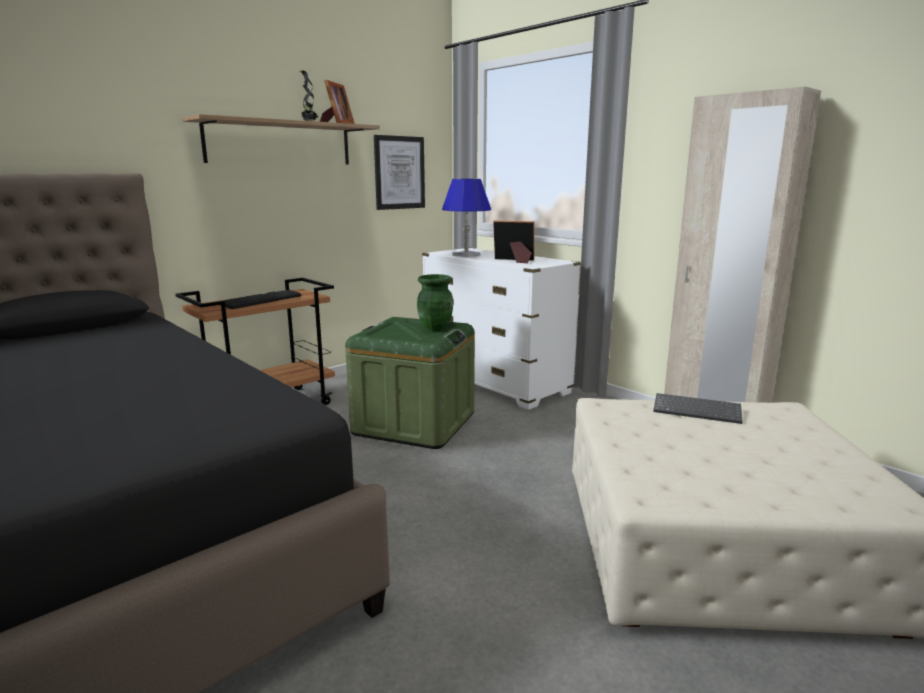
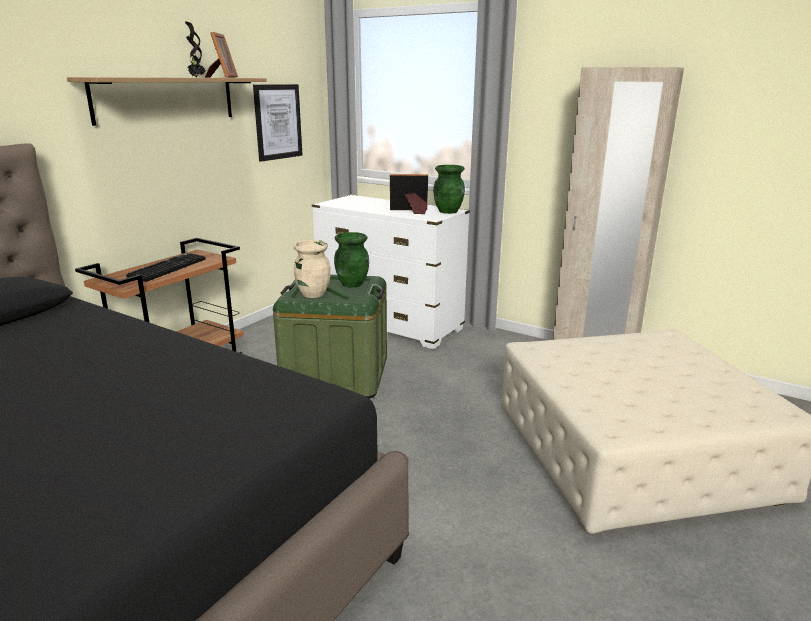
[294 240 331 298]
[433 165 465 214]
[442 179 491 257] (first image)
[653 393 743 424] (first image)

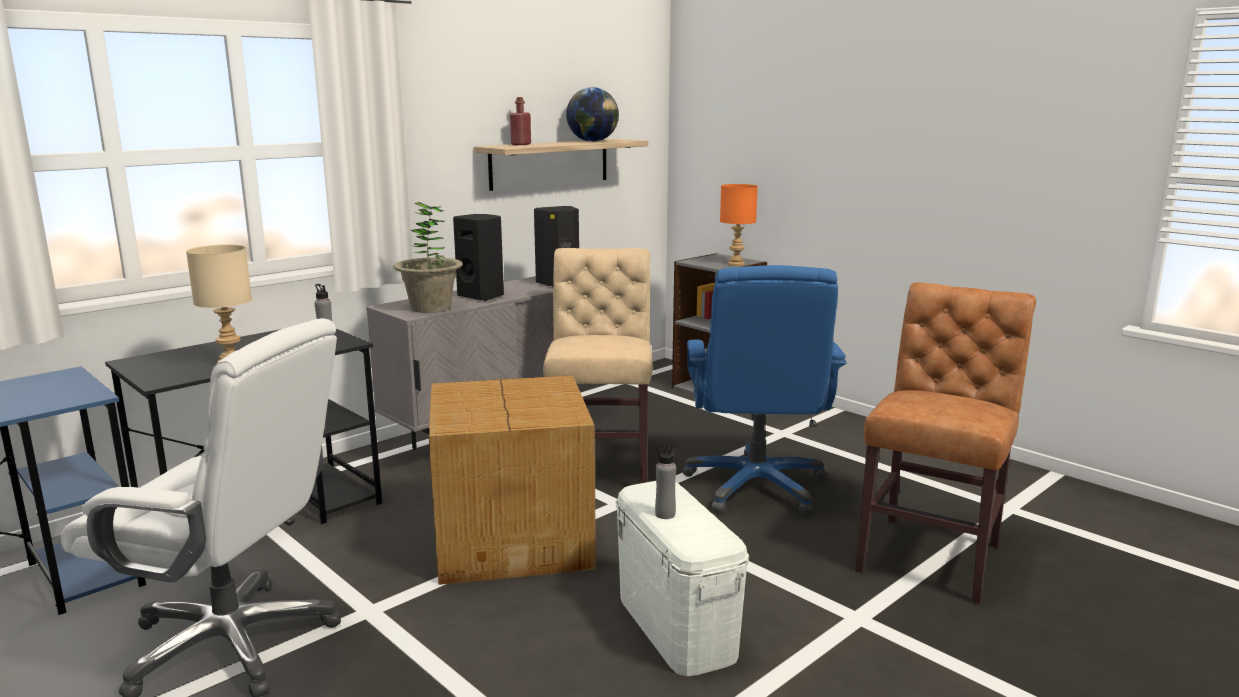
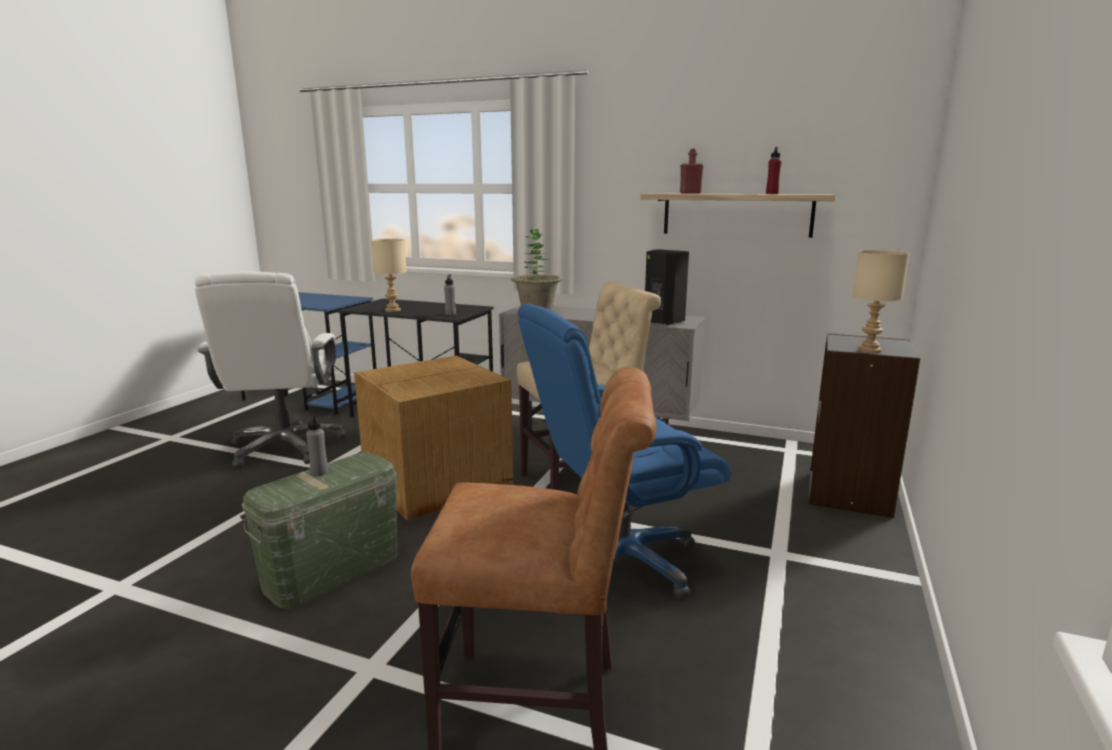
[240 452 398 609]
[766 147 782 194]
[852 250 910 353]
[453 214 504 301] (first image)

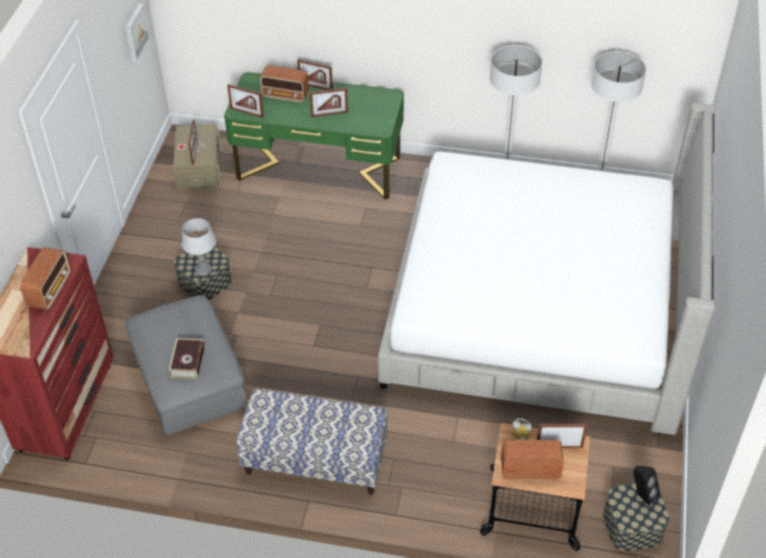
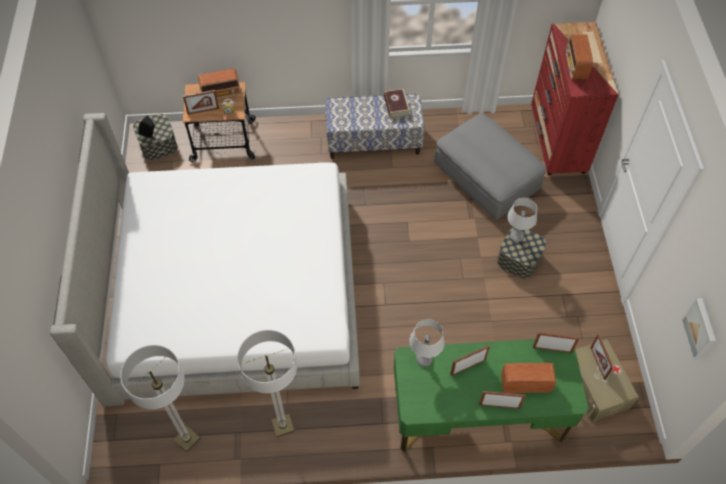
[384 89 410 119]
[409 319 445 366]

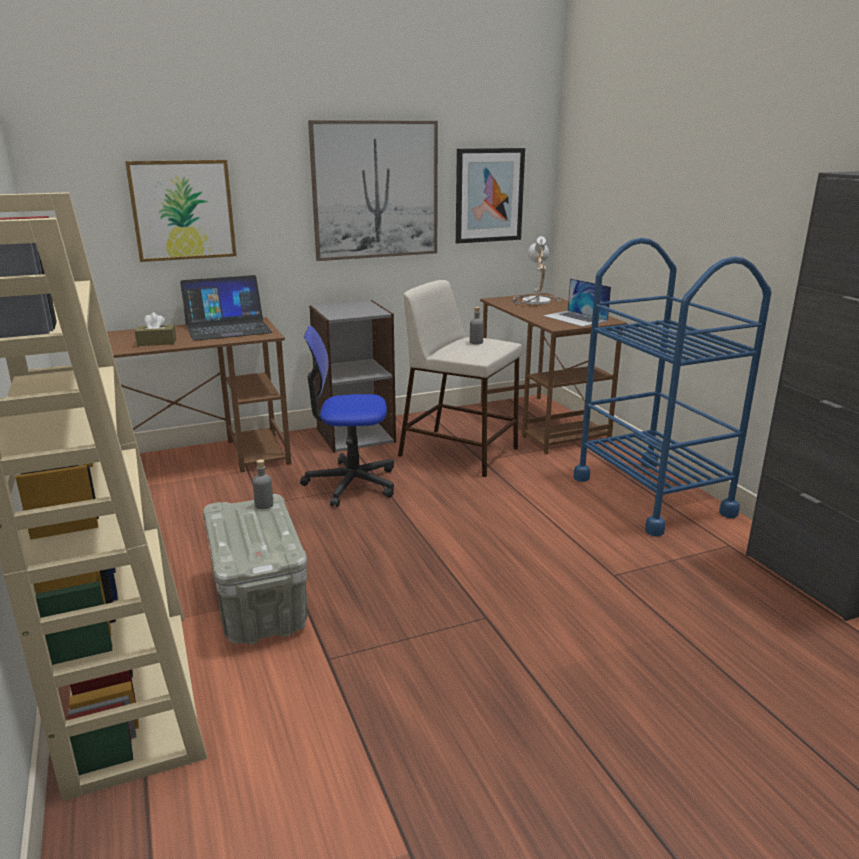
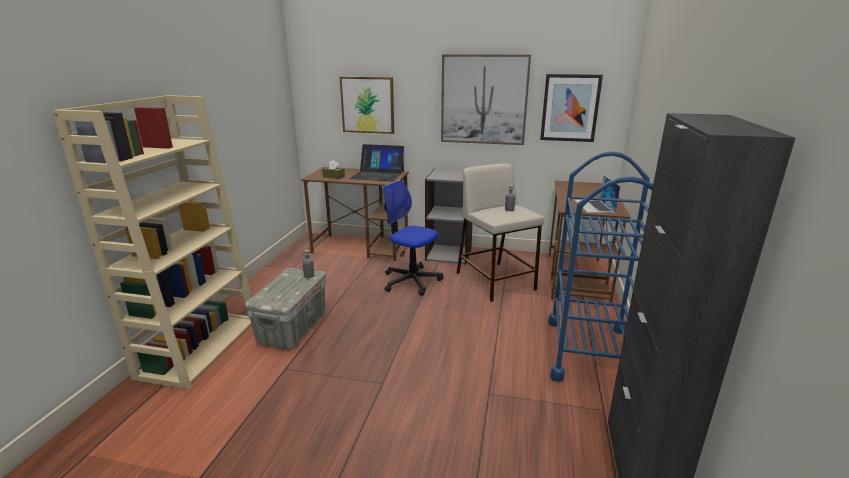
[513 236 561 304] (first image)

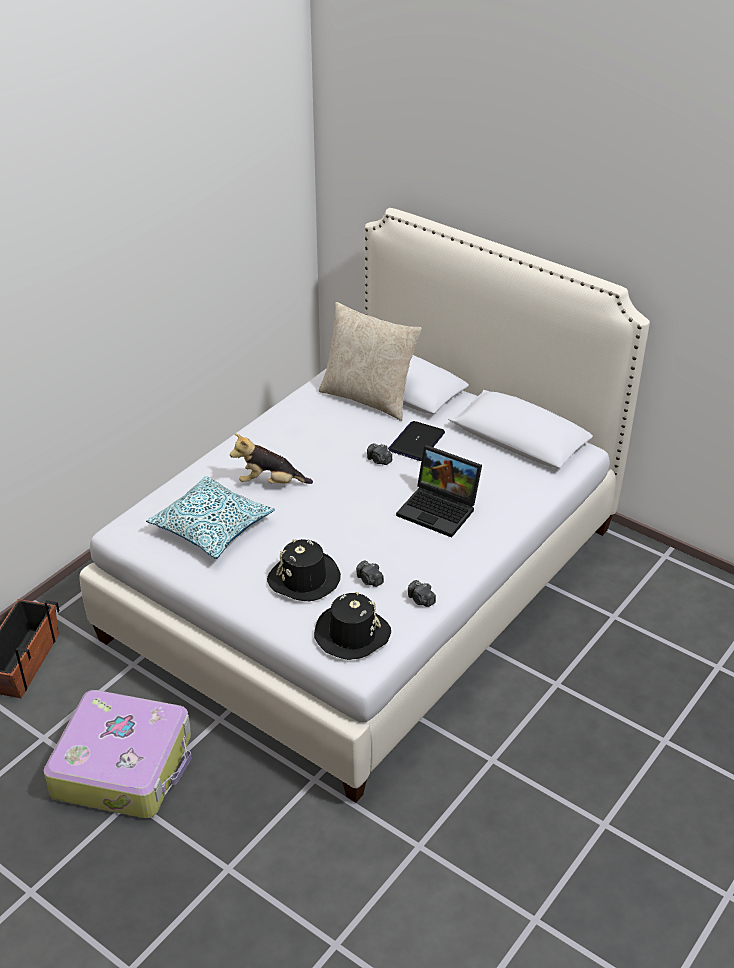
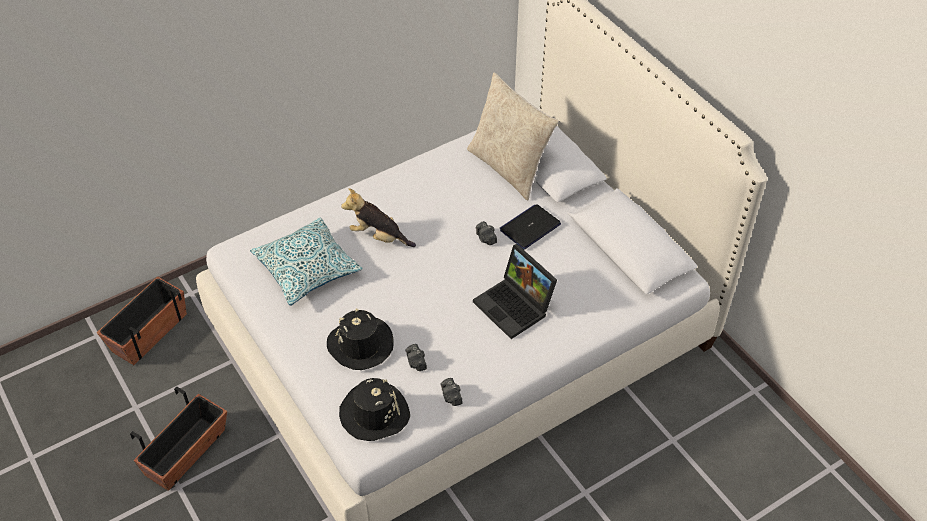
[130 387 227 491]

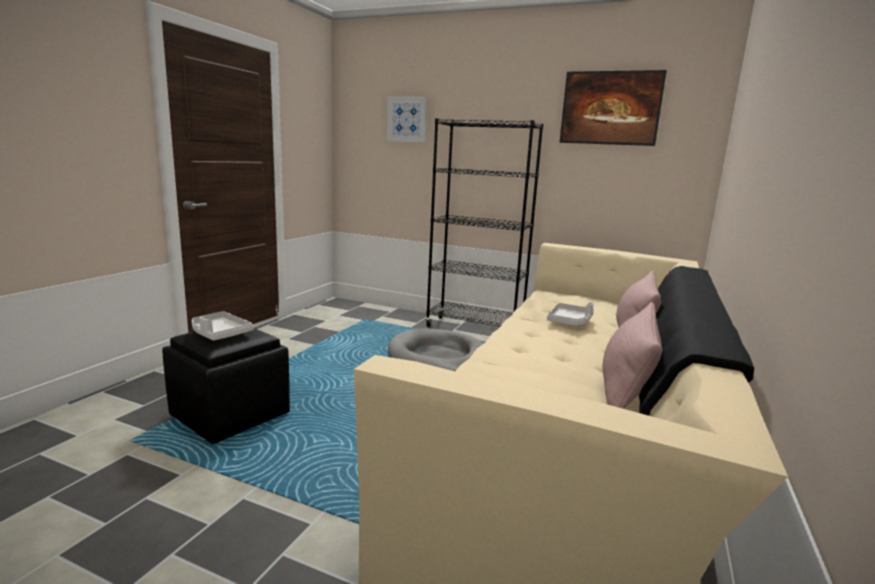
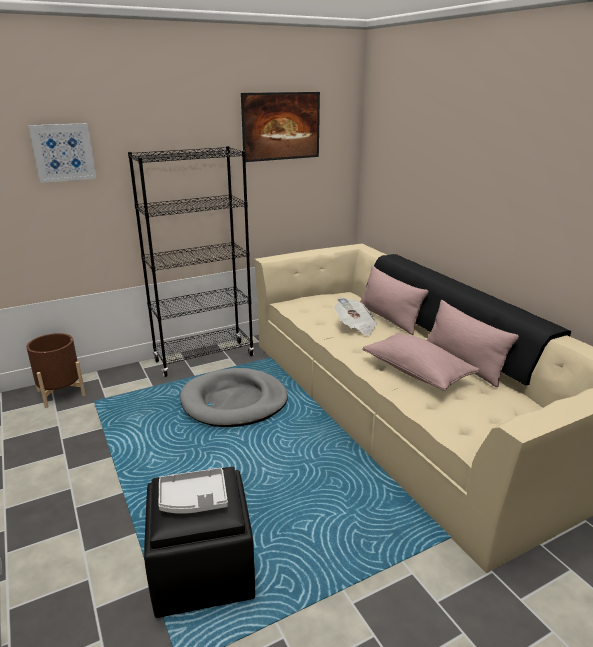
[26 333 86 408]
[334 297 378 336]
[362 333 480 391]

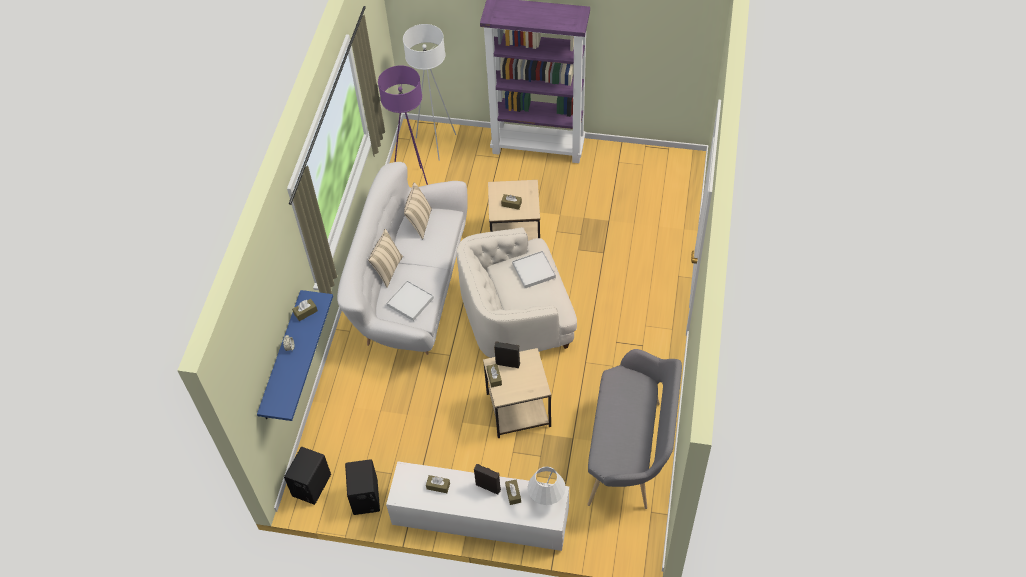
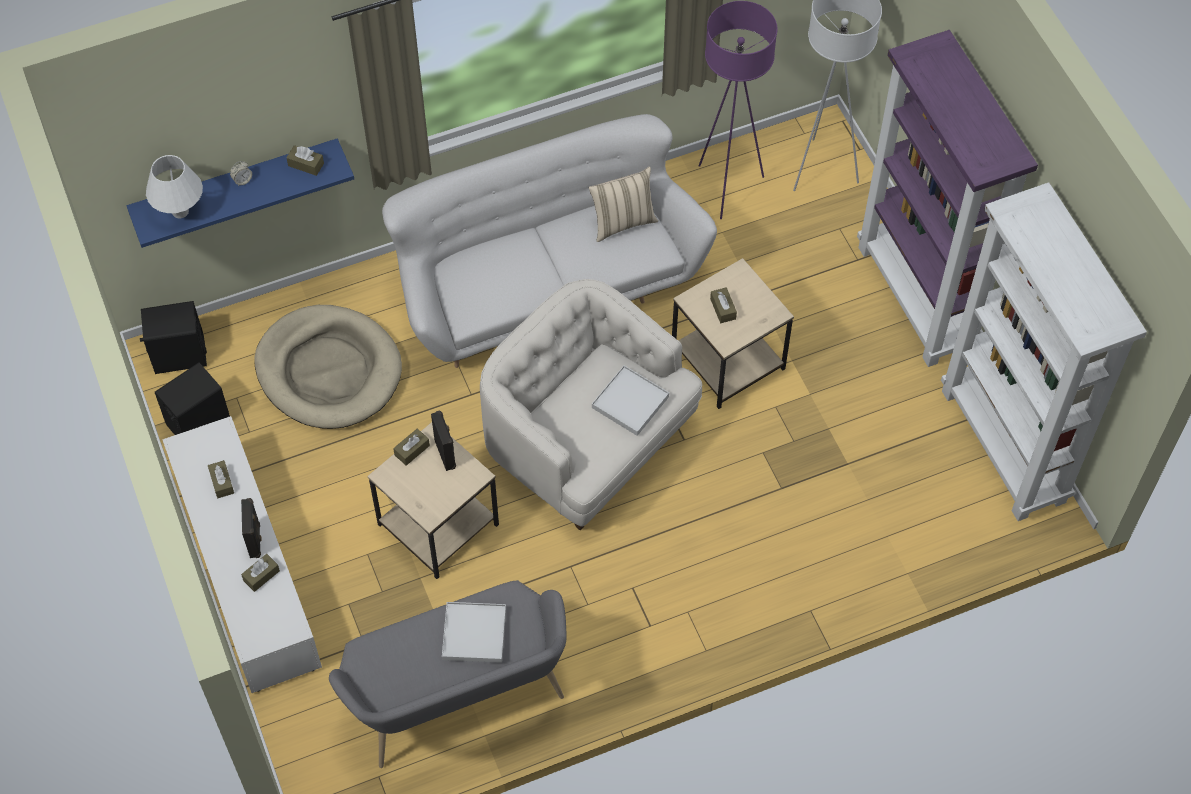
[146 155 203 218]
[254 305 402 429]
[442 602 506 663]
[941 182 1147 521]
[368 229 403 288] (first image)

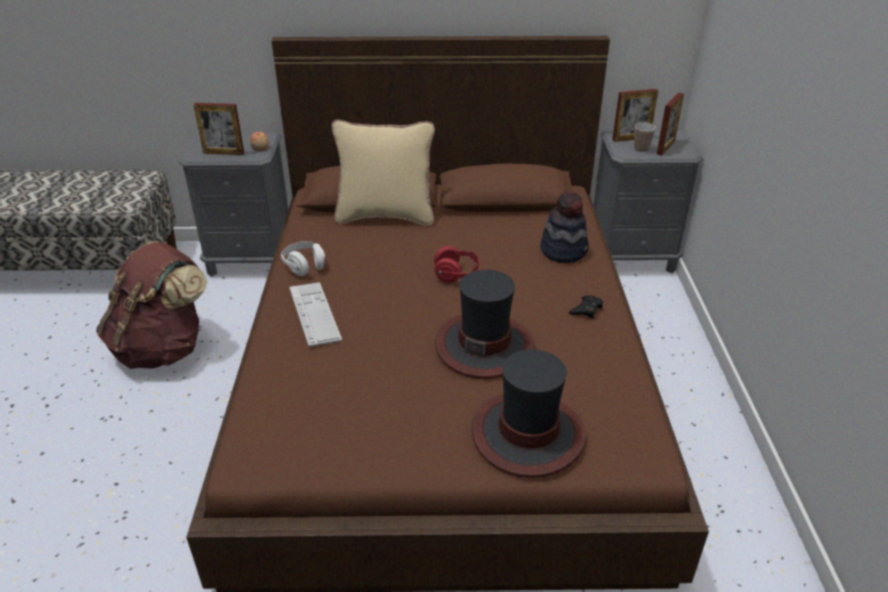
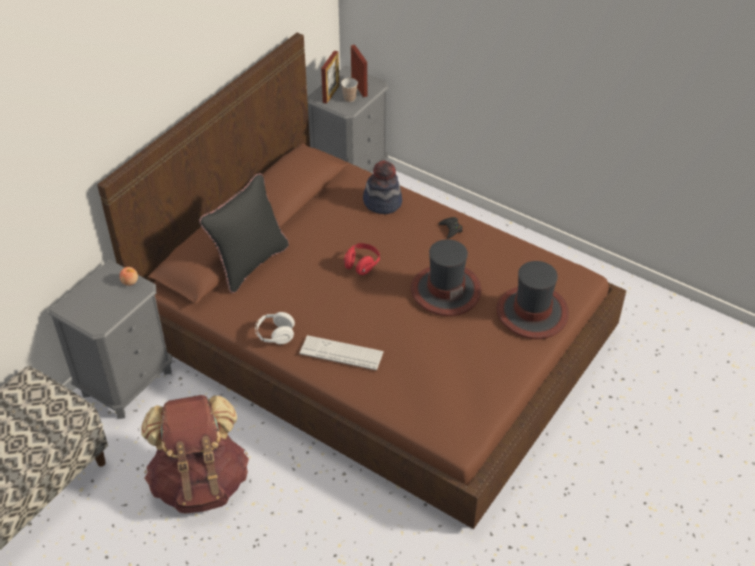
[199 173 289 293]
[194 103 244 155] (first image)

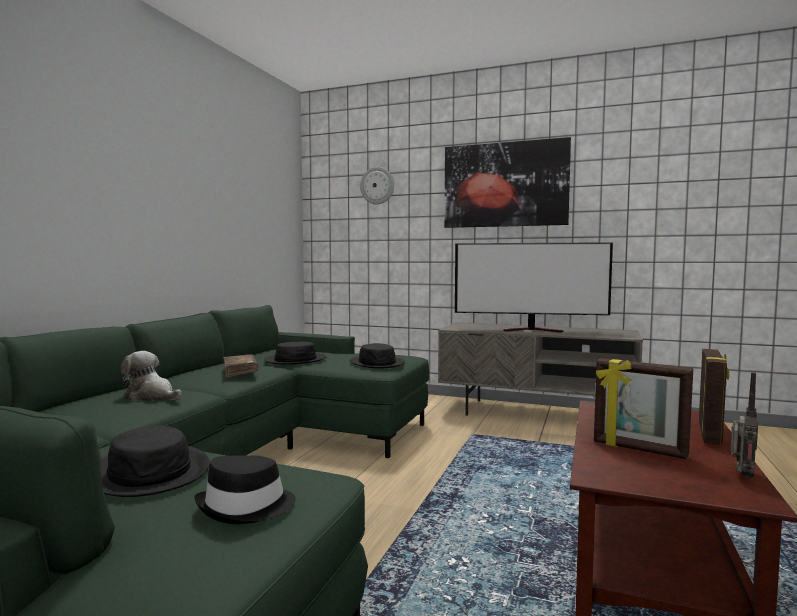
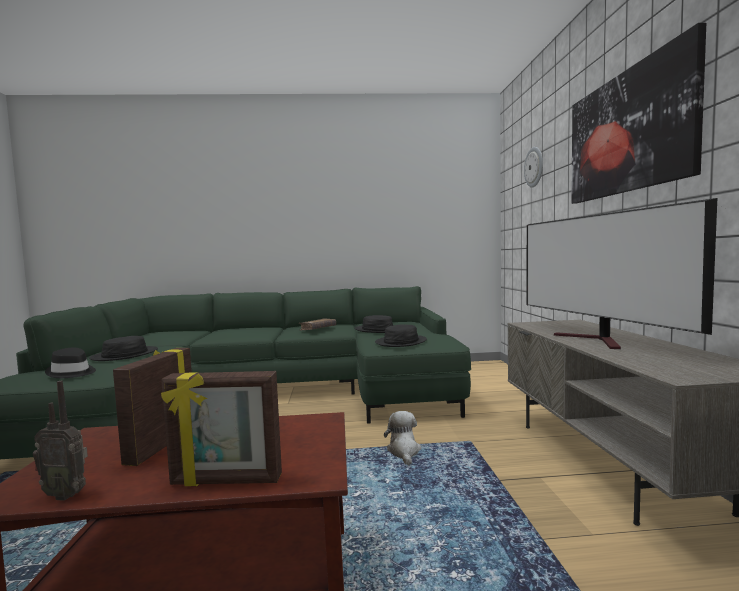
[384 411 422 466]

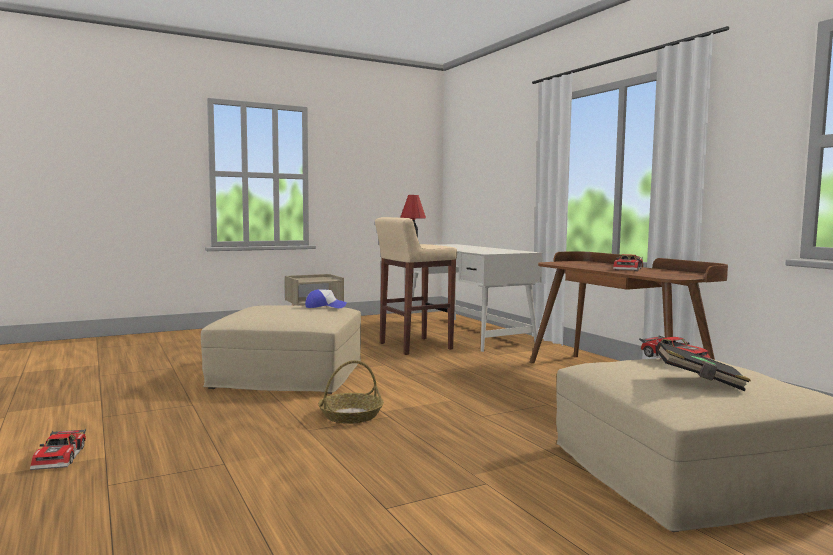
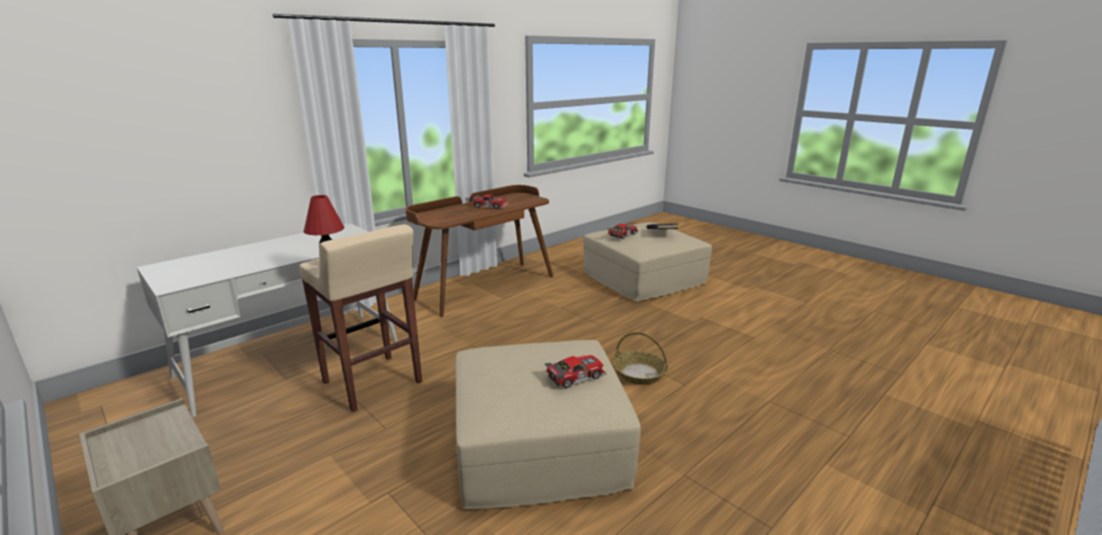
[545 355 607 388]
[305 289 347 308] (first image)

